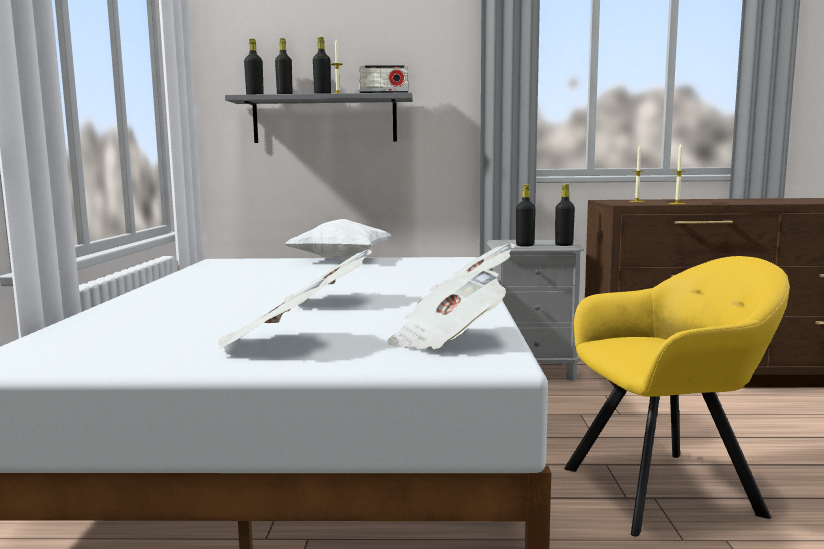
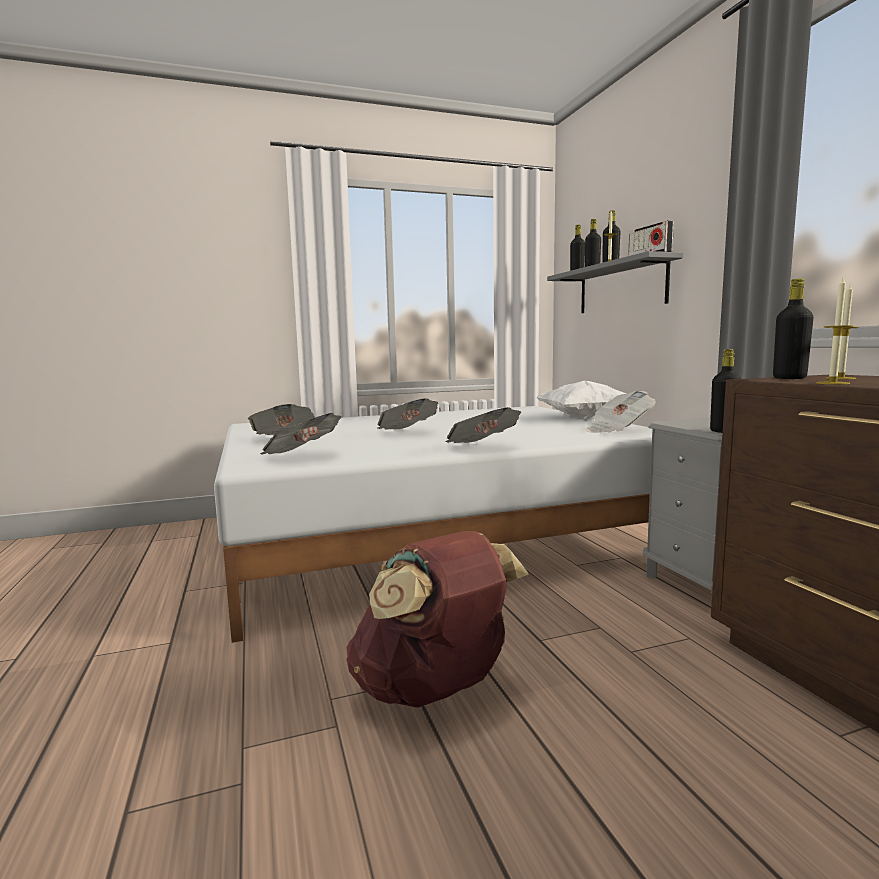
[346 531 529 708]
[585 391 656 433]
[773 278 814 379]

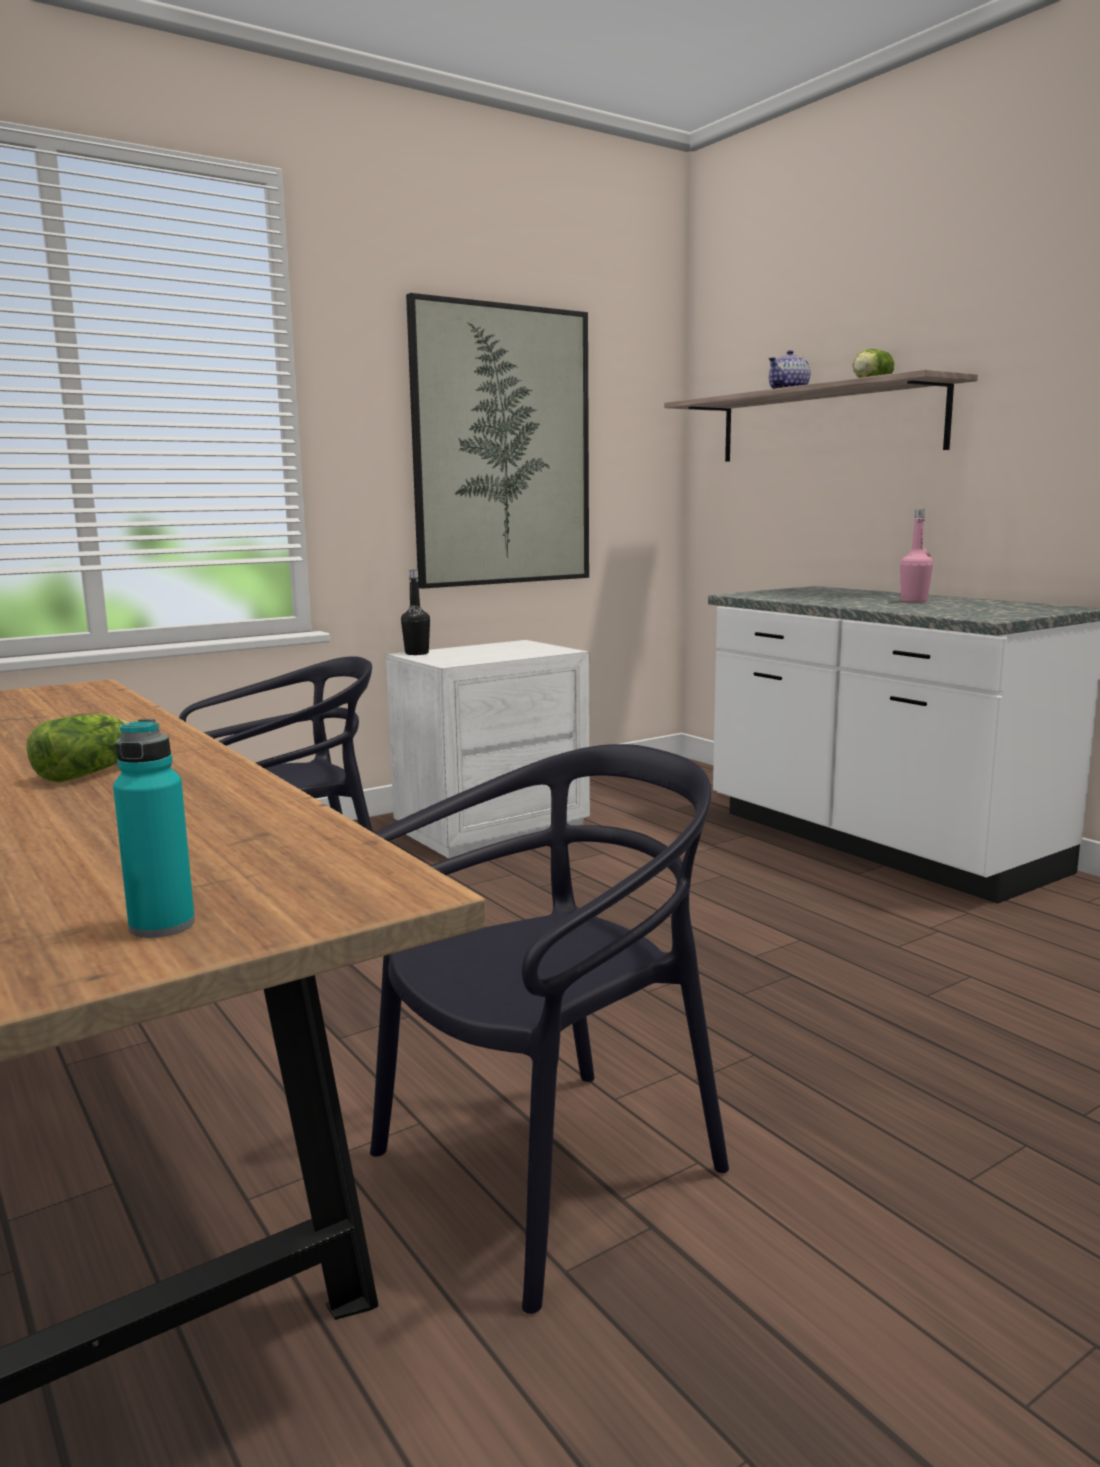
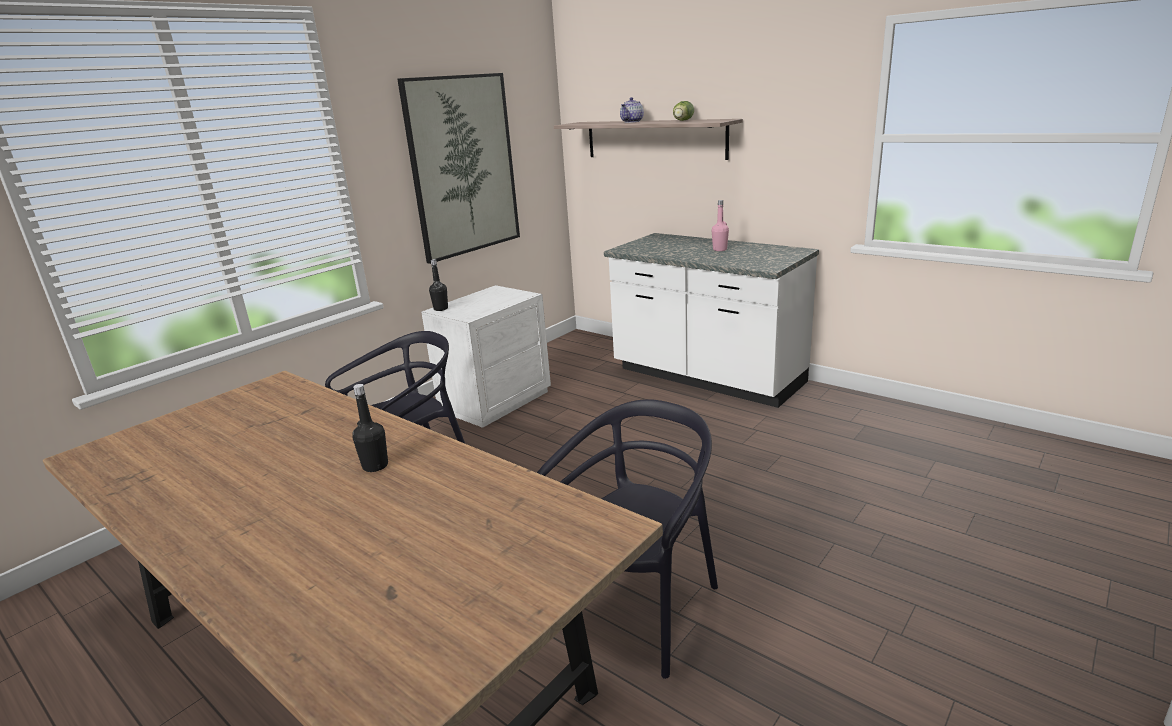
[353 384 388 472]
[113 719 195 938] (first image)

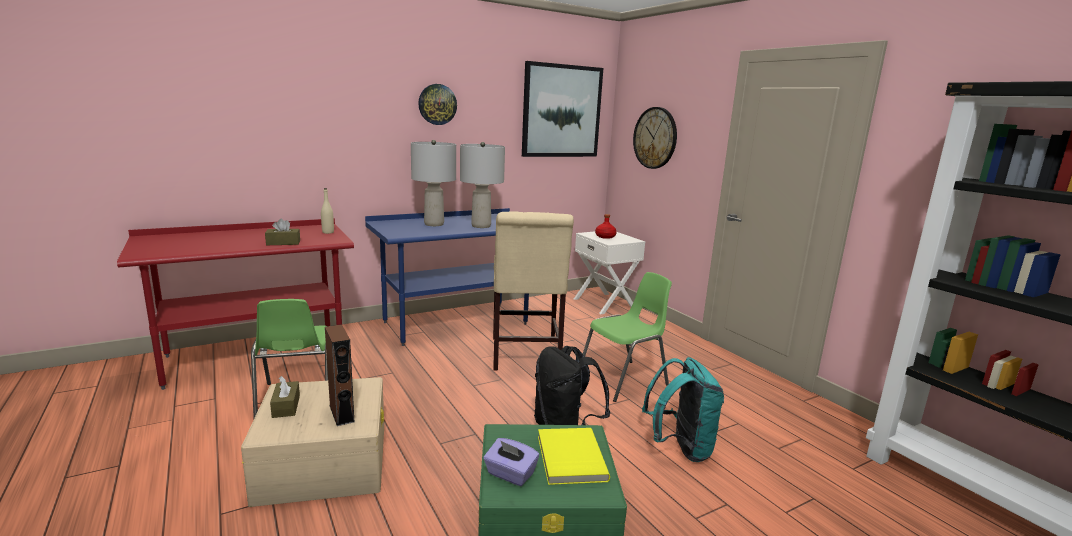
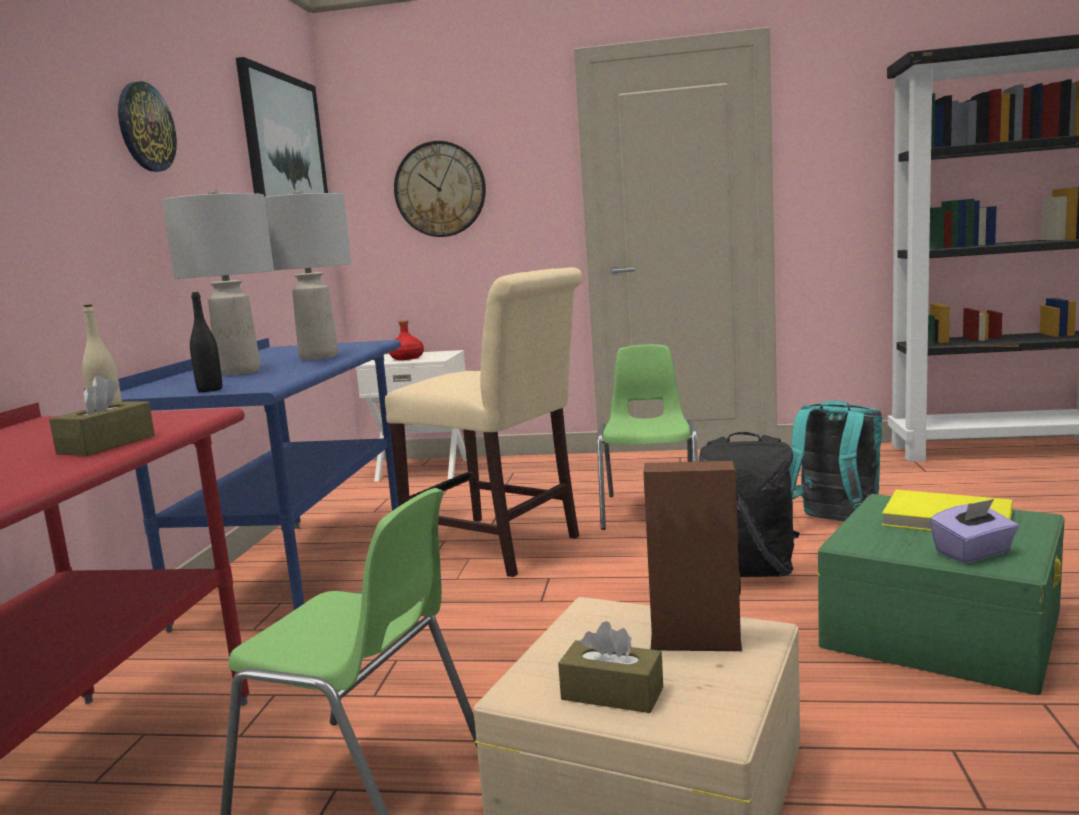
[190 292 222 392]

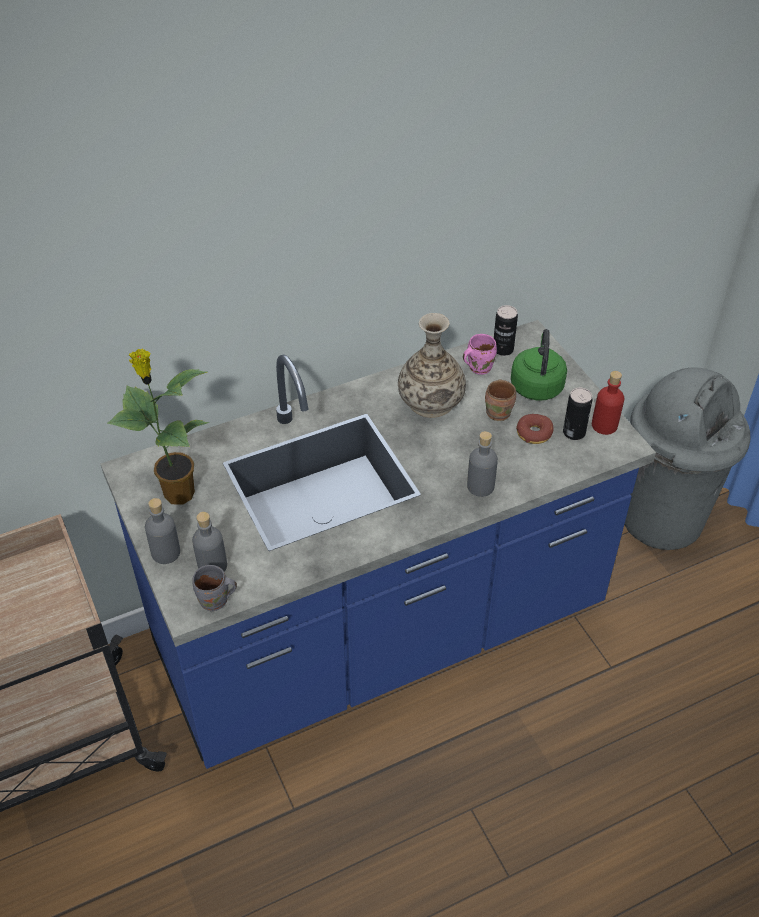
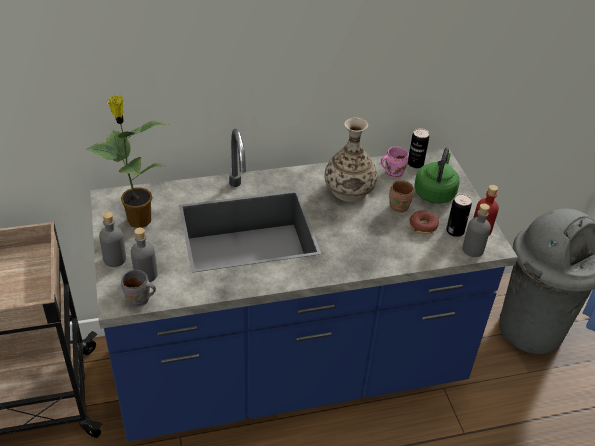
[462 203 491 257]

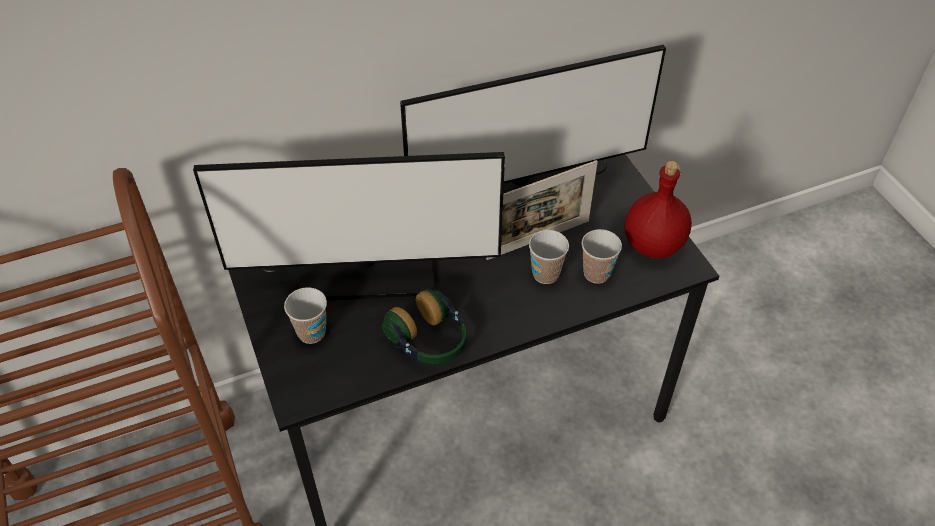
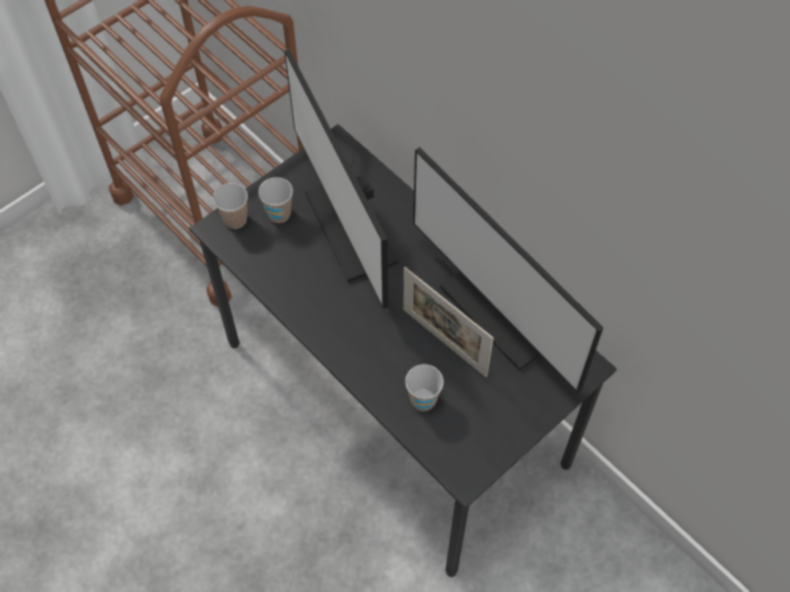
[213 183 248 229]
[382 289 467 364] (first image)
[624 161 692 259] (first image)

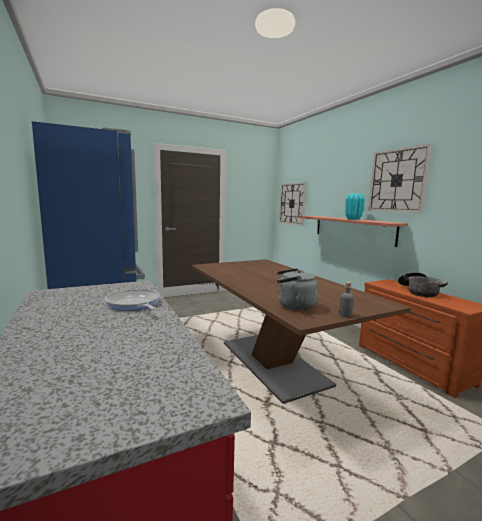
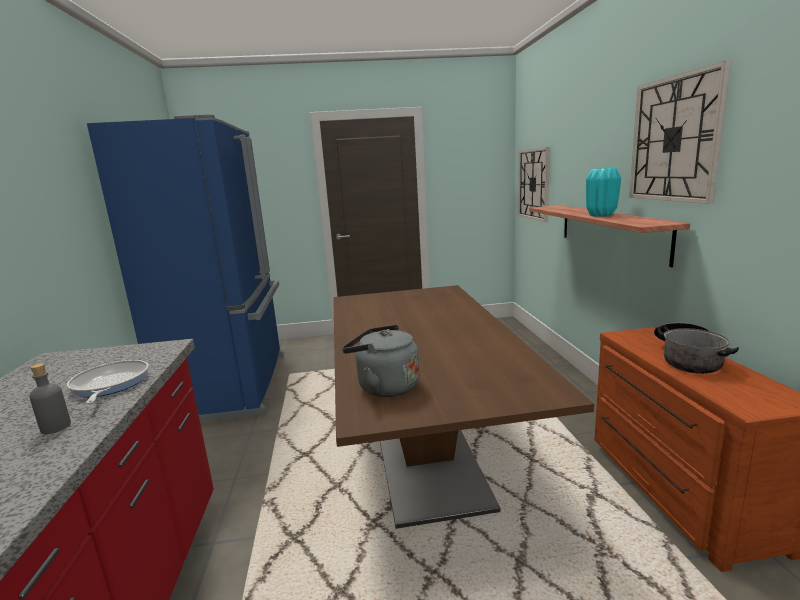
[29 363 71 434]

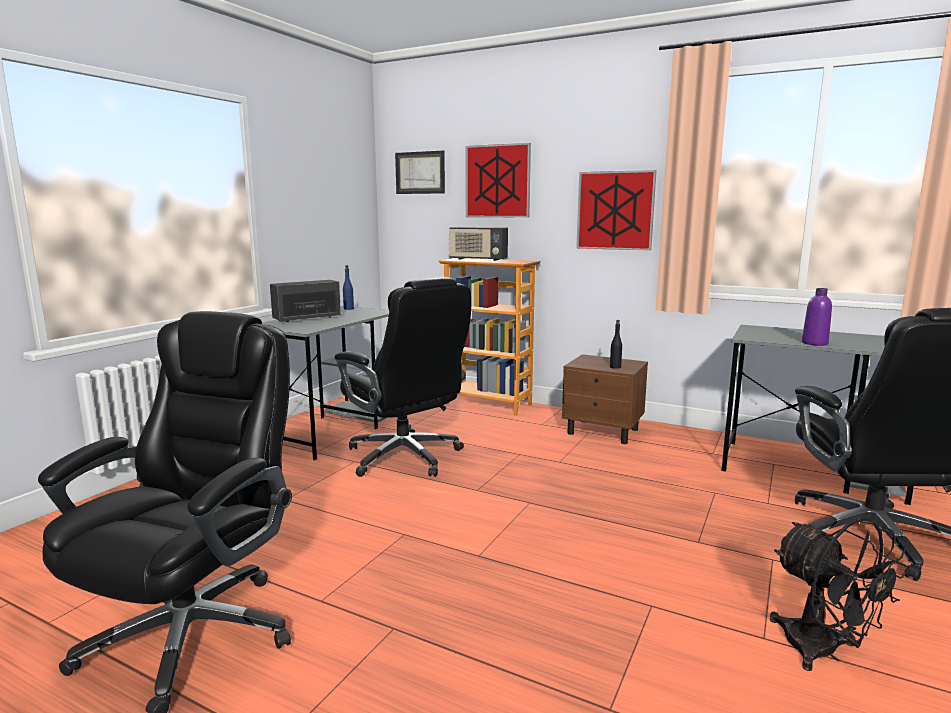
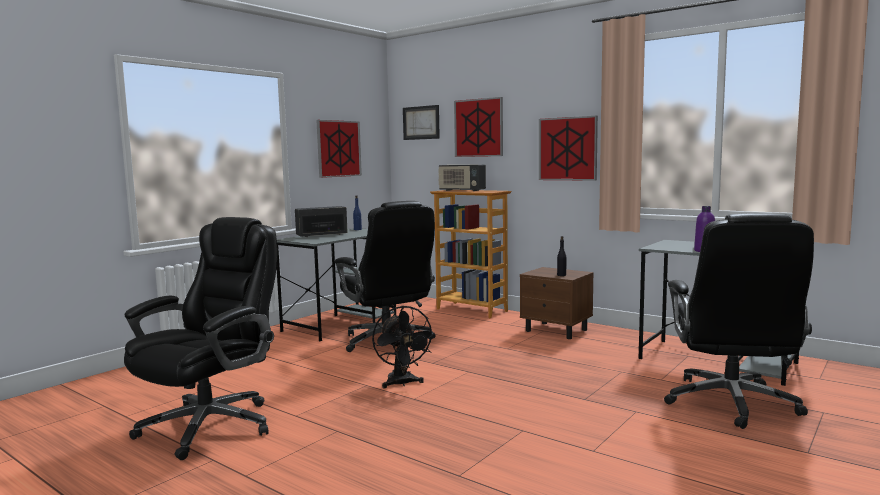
[316 120 362 178]
[372 306 435 388]

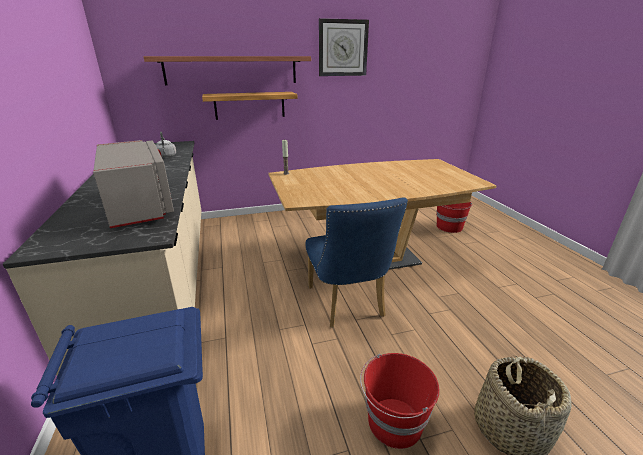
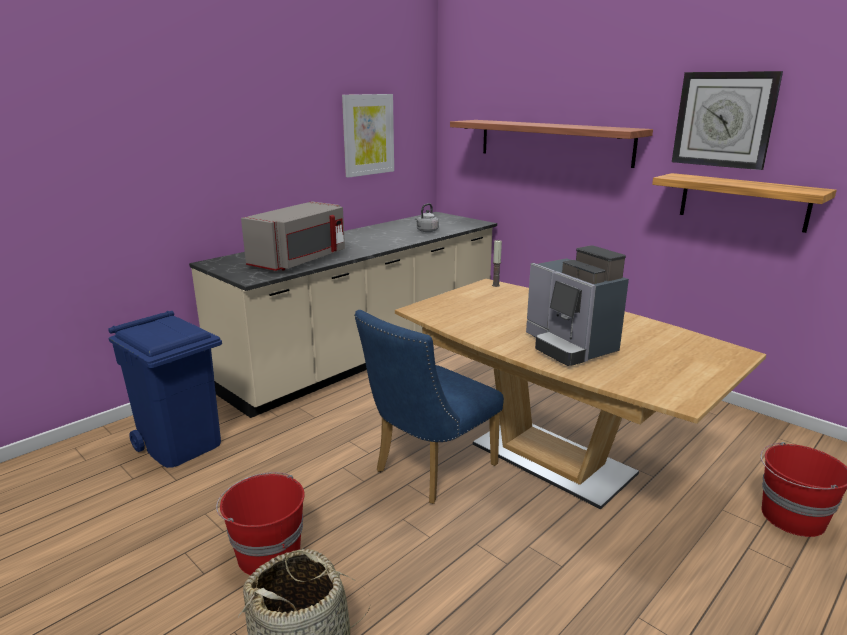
[342 94 394 178]
[526 245 629 366]
[652 173 837 233]

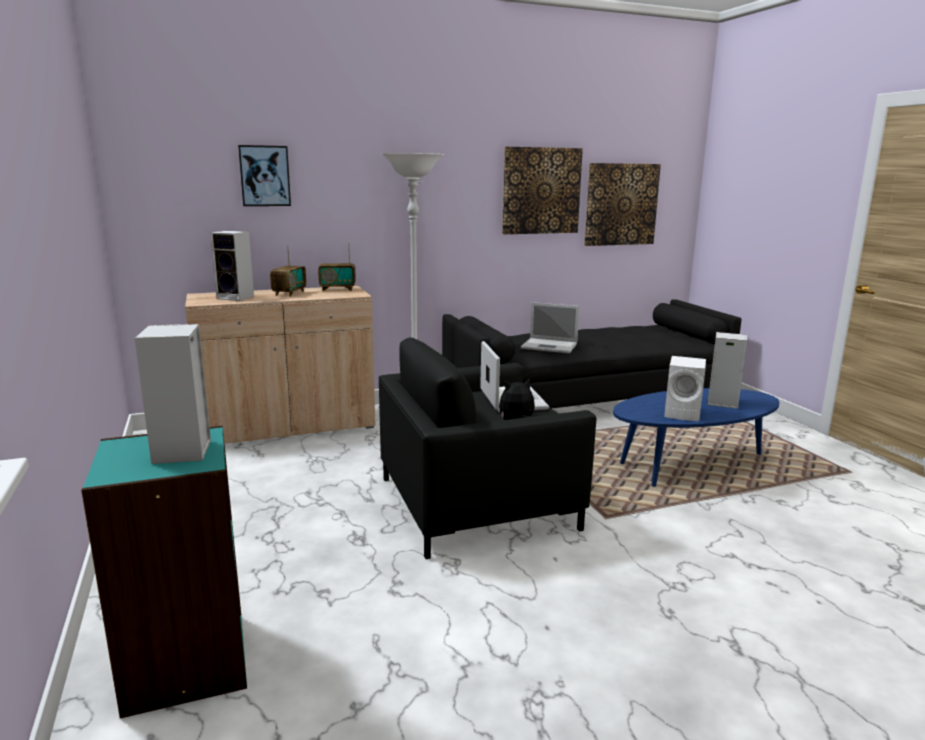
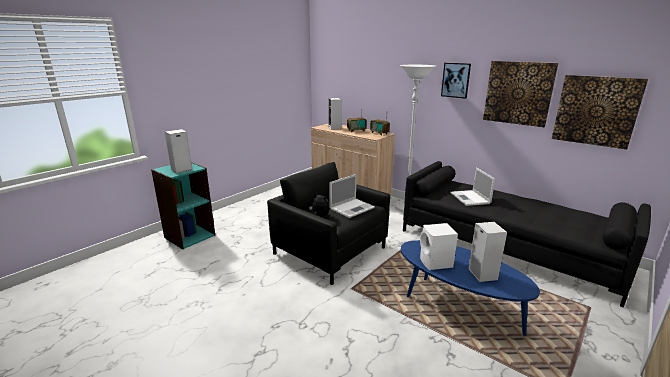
[441 63 471 99]

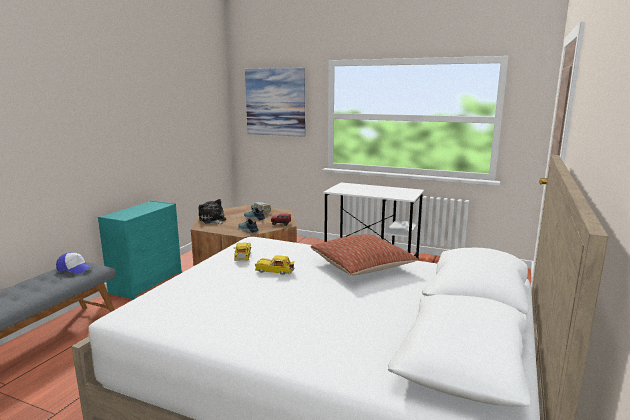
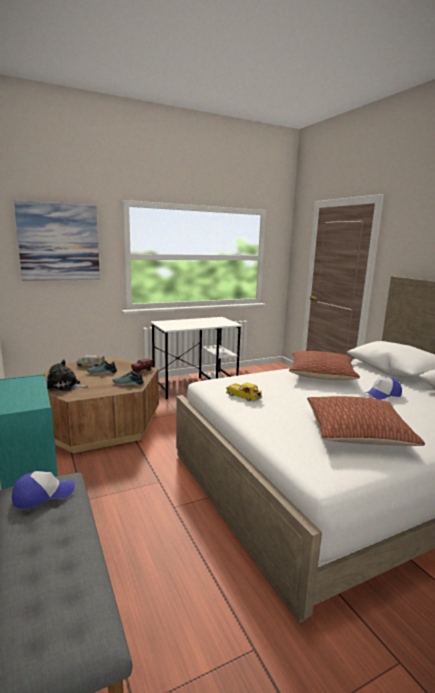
[307 396 425 446]
[365 377 402 400]
[255 255 294 275] (first image)

